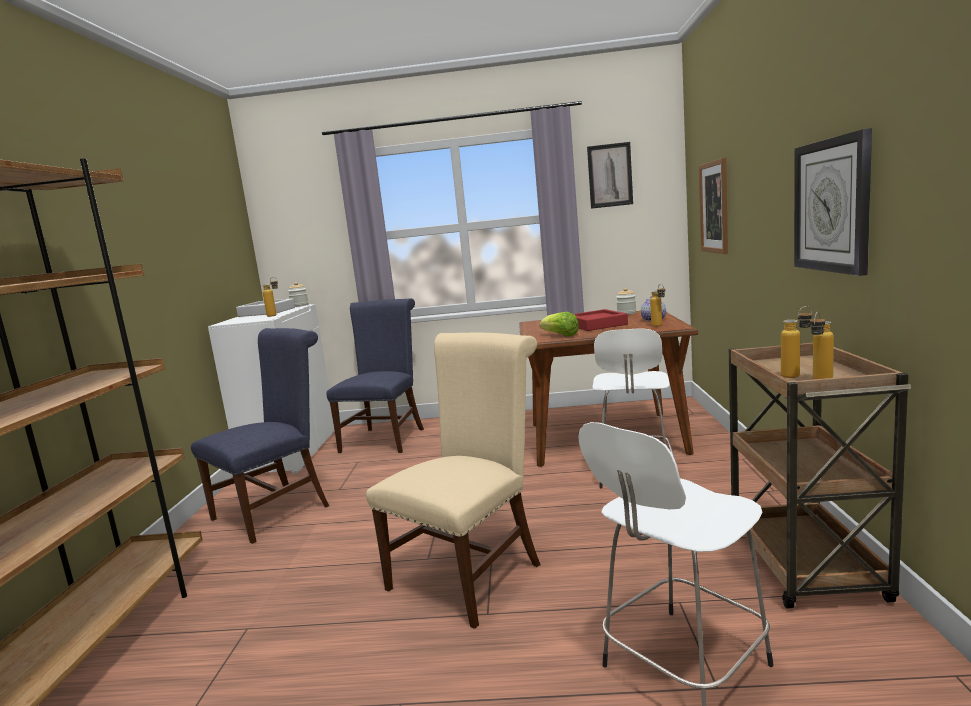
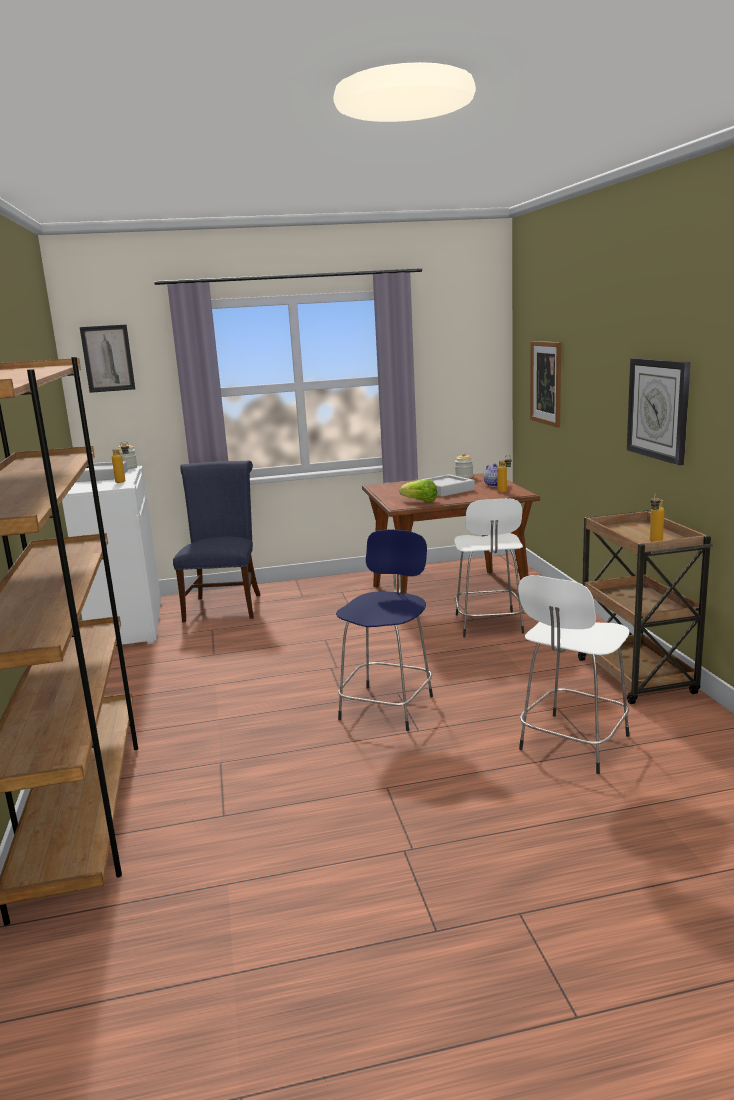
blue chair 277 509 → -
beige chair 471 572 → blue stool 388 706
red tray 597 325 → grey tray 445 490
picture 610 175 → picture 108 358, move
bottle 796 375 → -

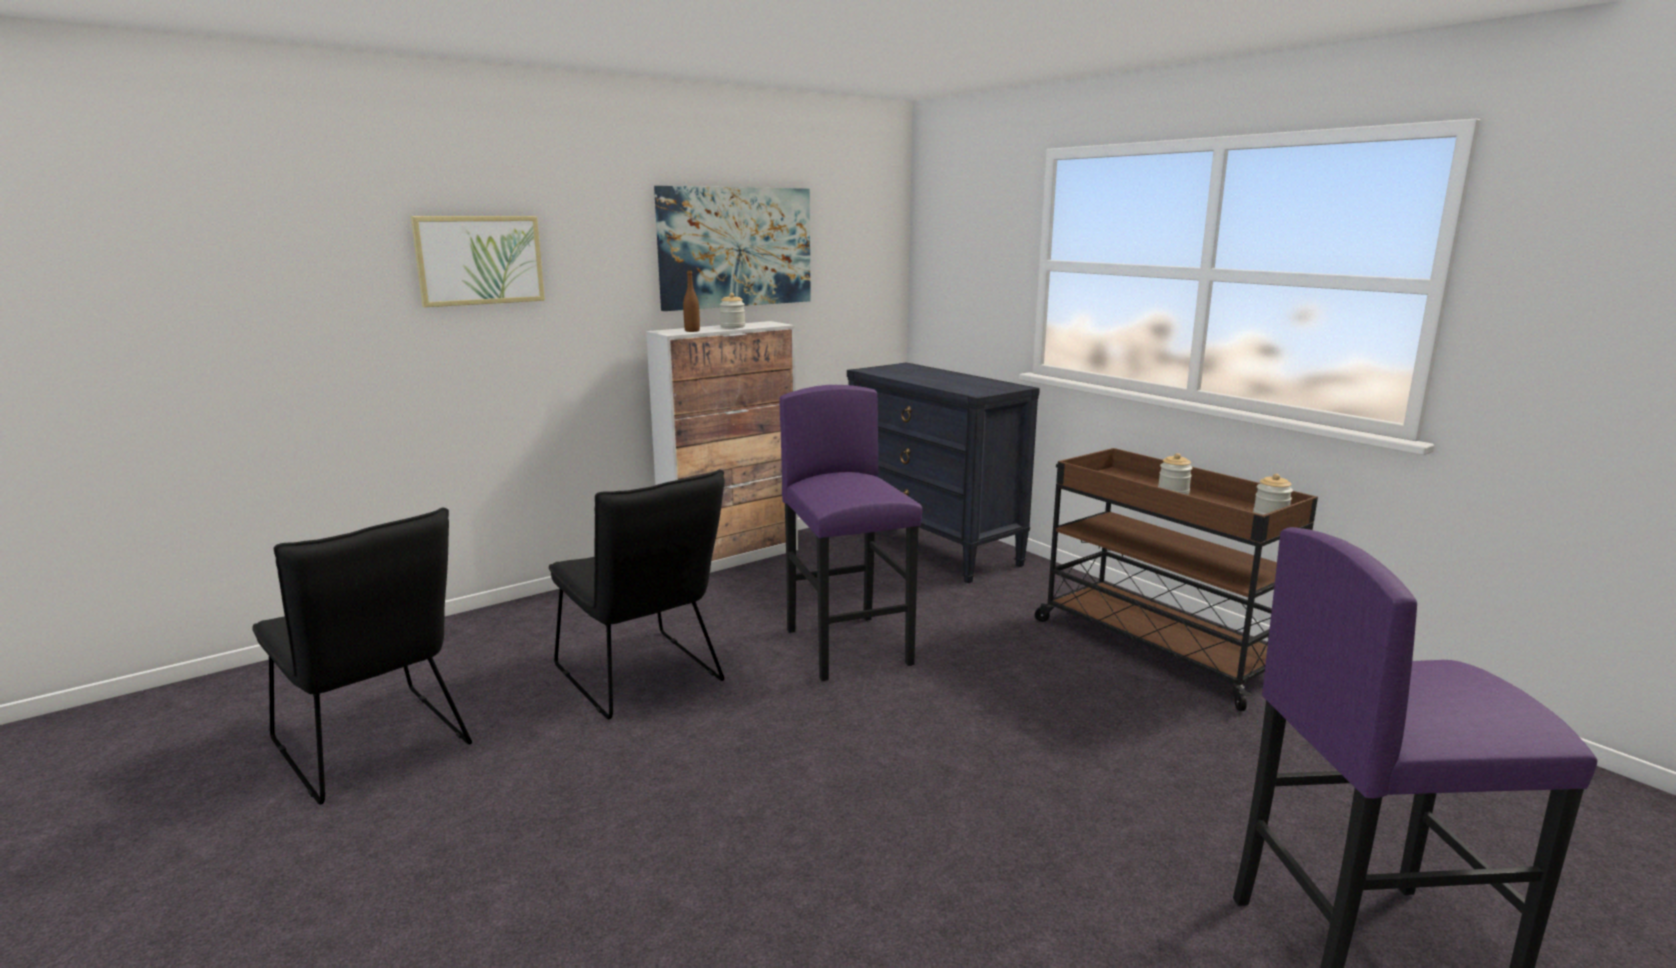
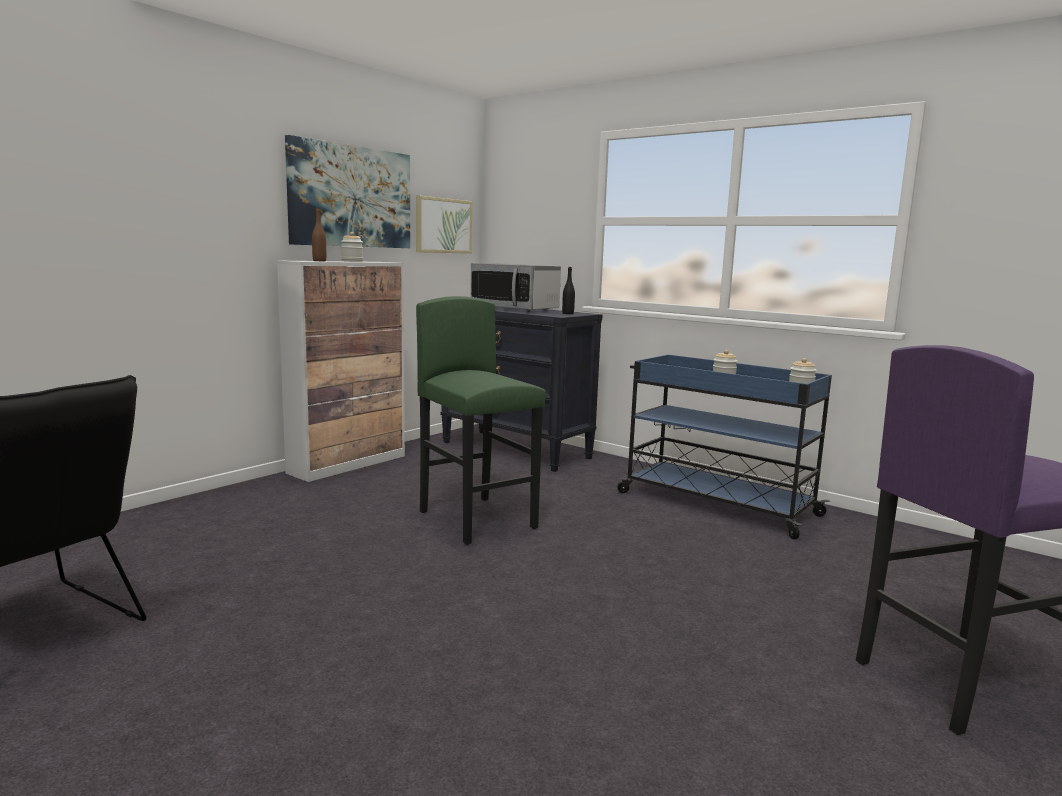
picture 479 260 → picture 443 225, move
black chair 643 678 → -
purple stool 848 647 → green stool 477 519
brown cart 1156 646 → blue cart 714 503
- → microwave 515 309
- → black bottle 568 313

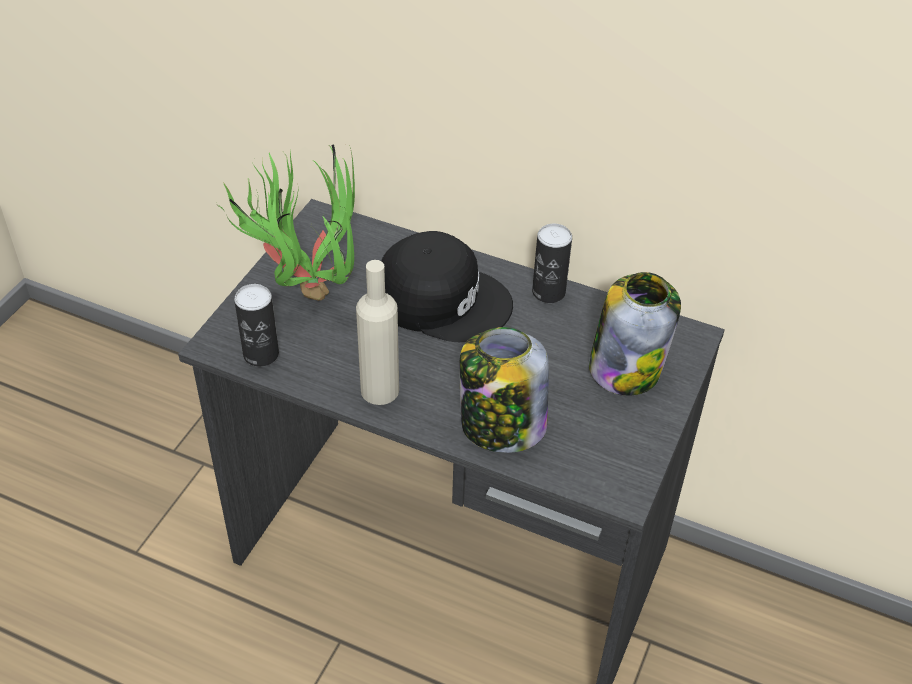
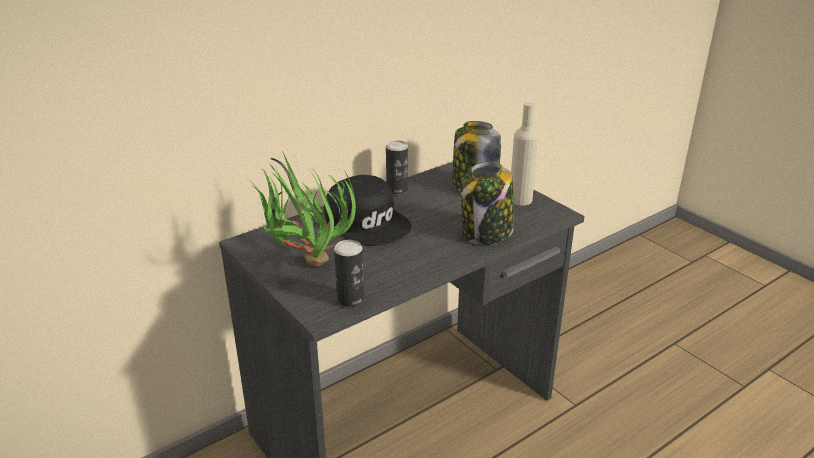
beige bottle 379 390 → beige bottle 520 199, move
black cap 442 298 → black cap 368 222, 90 degrees clockwise

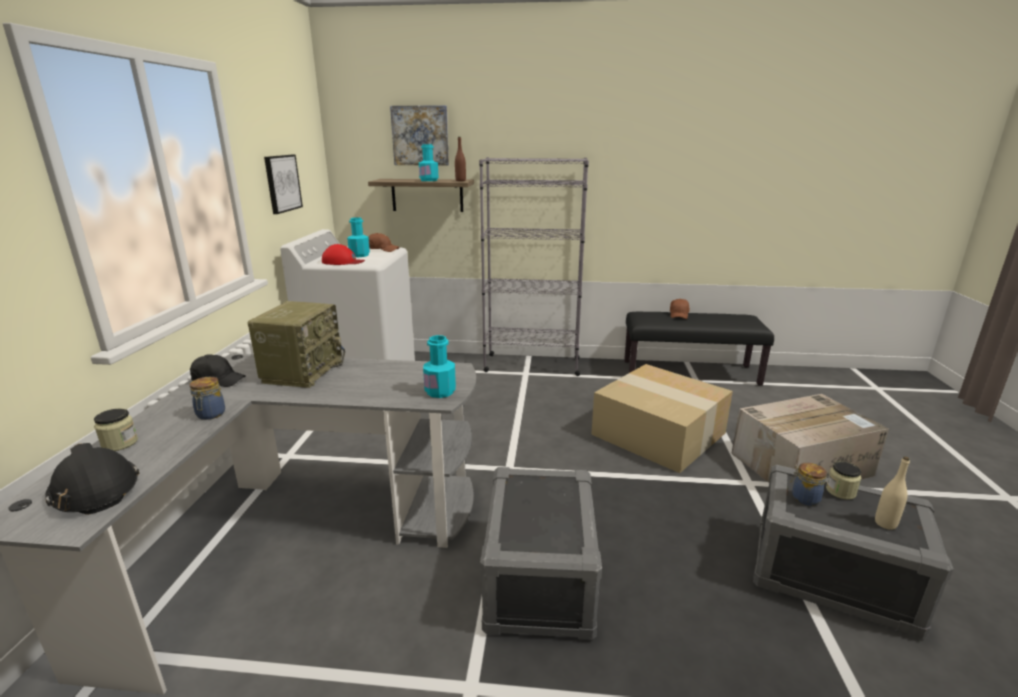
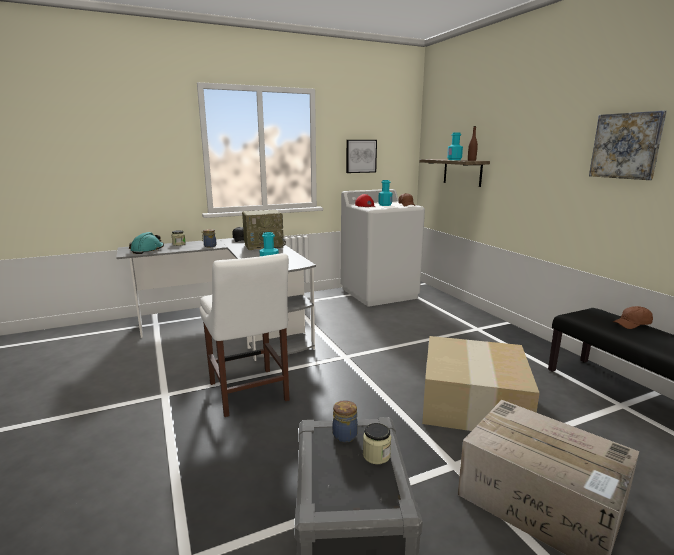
black hard hat 95 490 → turquoise hard hat 148 250
picture 420 135 → picture 626 146, move
grey bookcase 531 365 → -
grey storage box 540 579 → white chair 249 393
beige bottle 885 523 → -

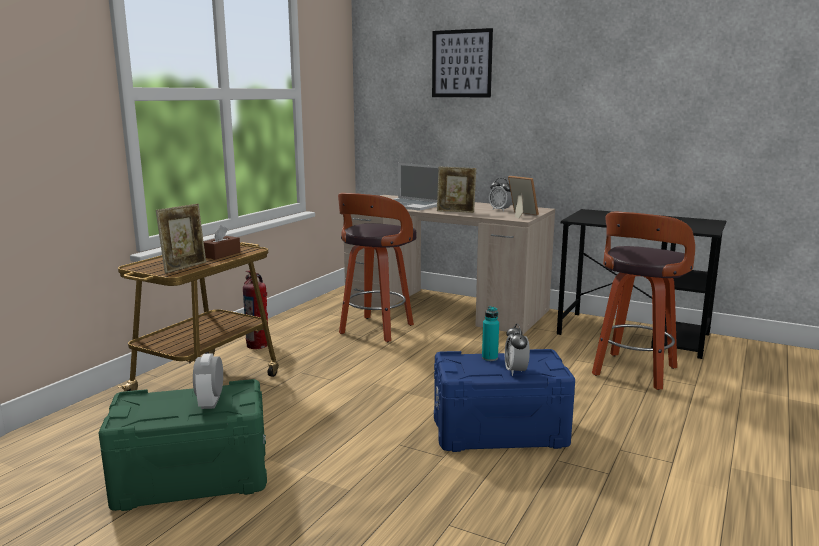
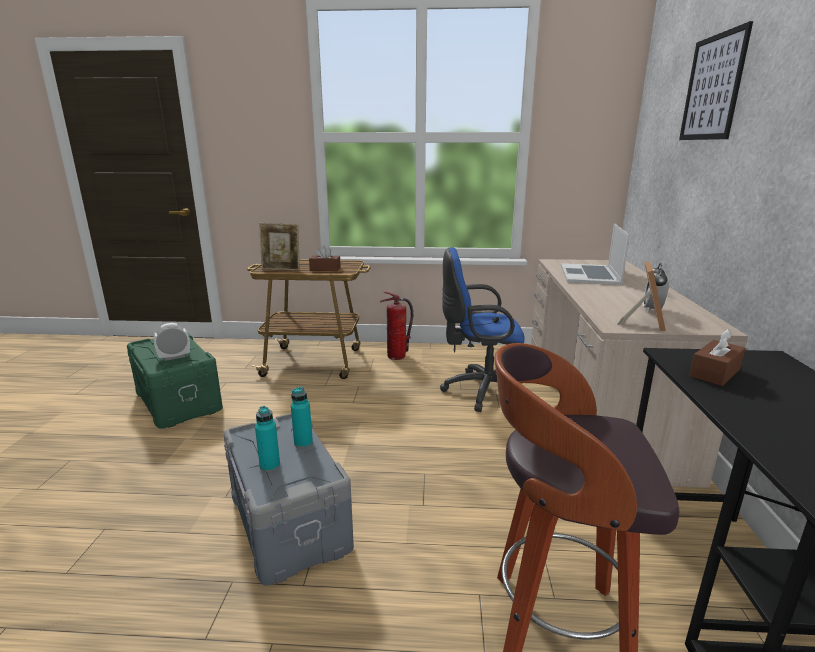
stool 376 330 → blue office chair 481 391
blue storage box 499 432 → grey storage box 287 522
picture frame 456 211 → -
alarm clock 516 371 → turquoise bottle 270 466
- → brown tissue box 714 373

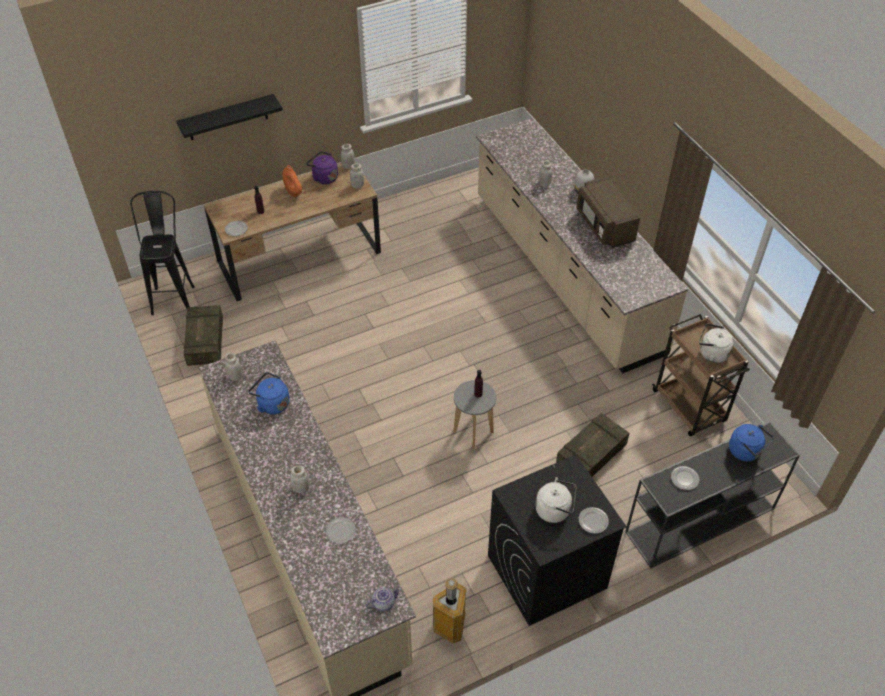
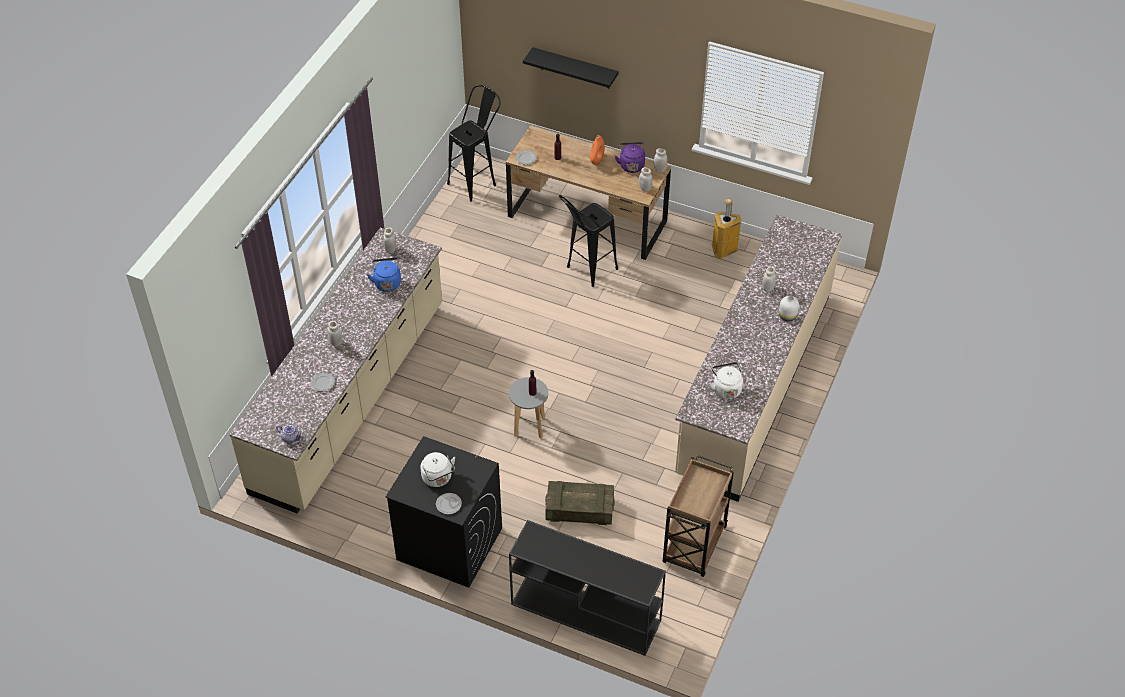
crate 205 342 → -
trash can 451 626 → trash can 724 250, move
brown microwave 604 225 → -
plate 684 479 → -
white kettle 711 353 → white kettle 726 389, move
blue kettle 746 451 → -
- → black stool 586 272

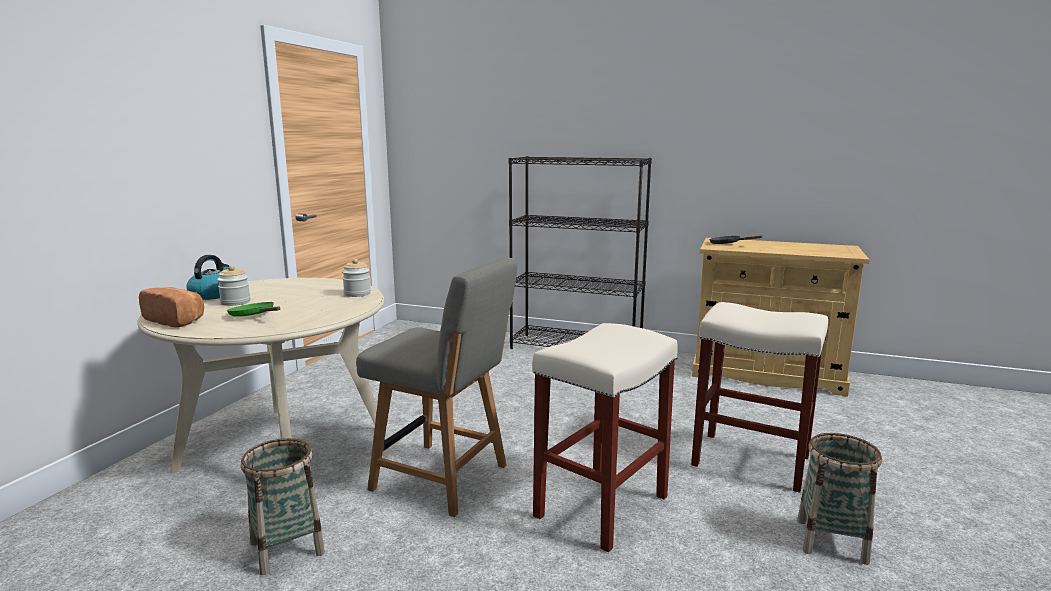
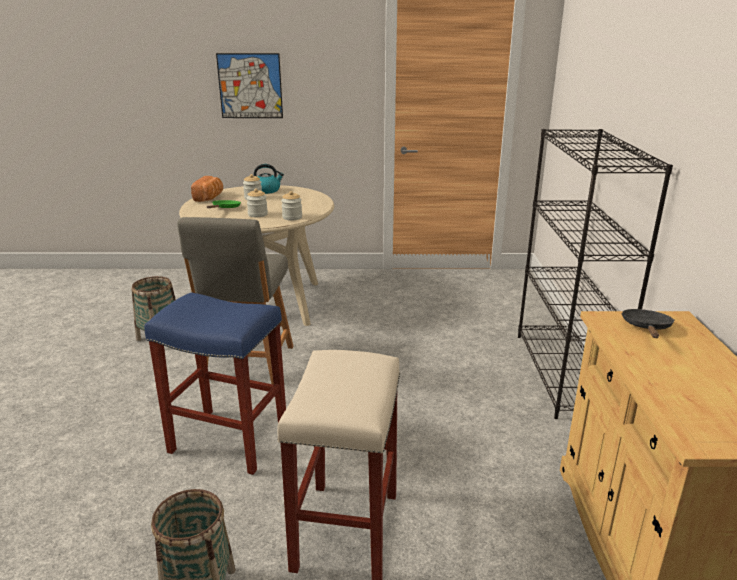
beige stool 601 507 → blue stool 227 441
- → picture 250 86
- → jar 257 214

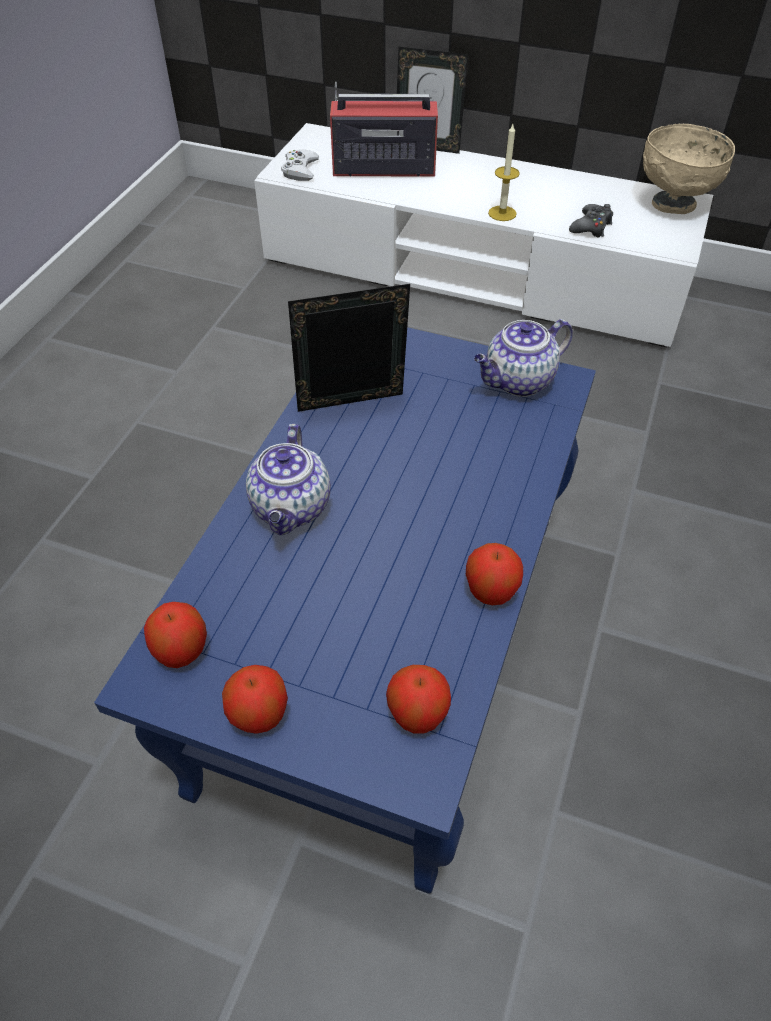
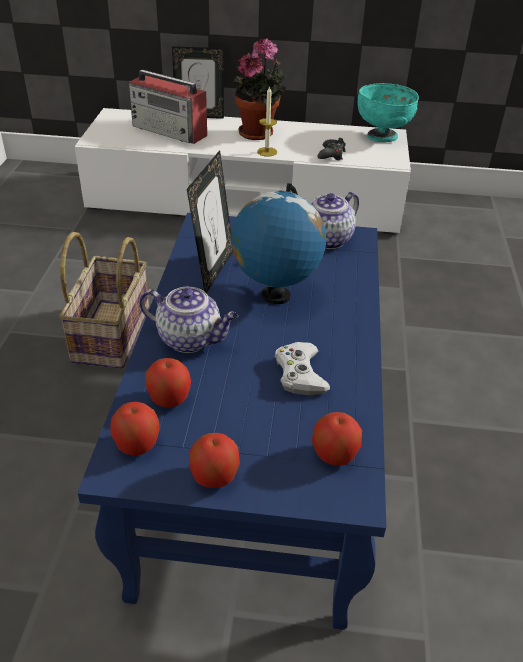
teapot 292 509 → teapot 191 339, 60 degrees counterclockwise
white game controller 300 170 → white game controller 300 374, move
picture frame 352 408 → picture frame 213 270, 135 degrees clockwise
radio 382 168 → radio 170 131, 135 degrees counterclockwise
apple 491 590 → apple 169 399, move
beige bowl 674 205 → turquoise bowl 382 137
- → basket 110 333
- → globe 275 295
- → potted plant 259 133

